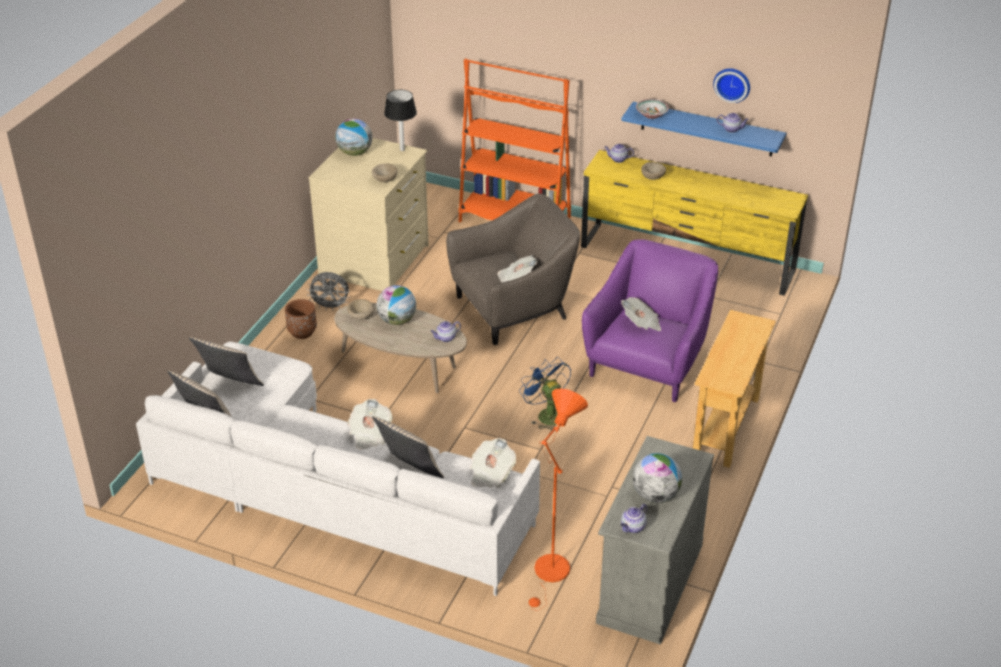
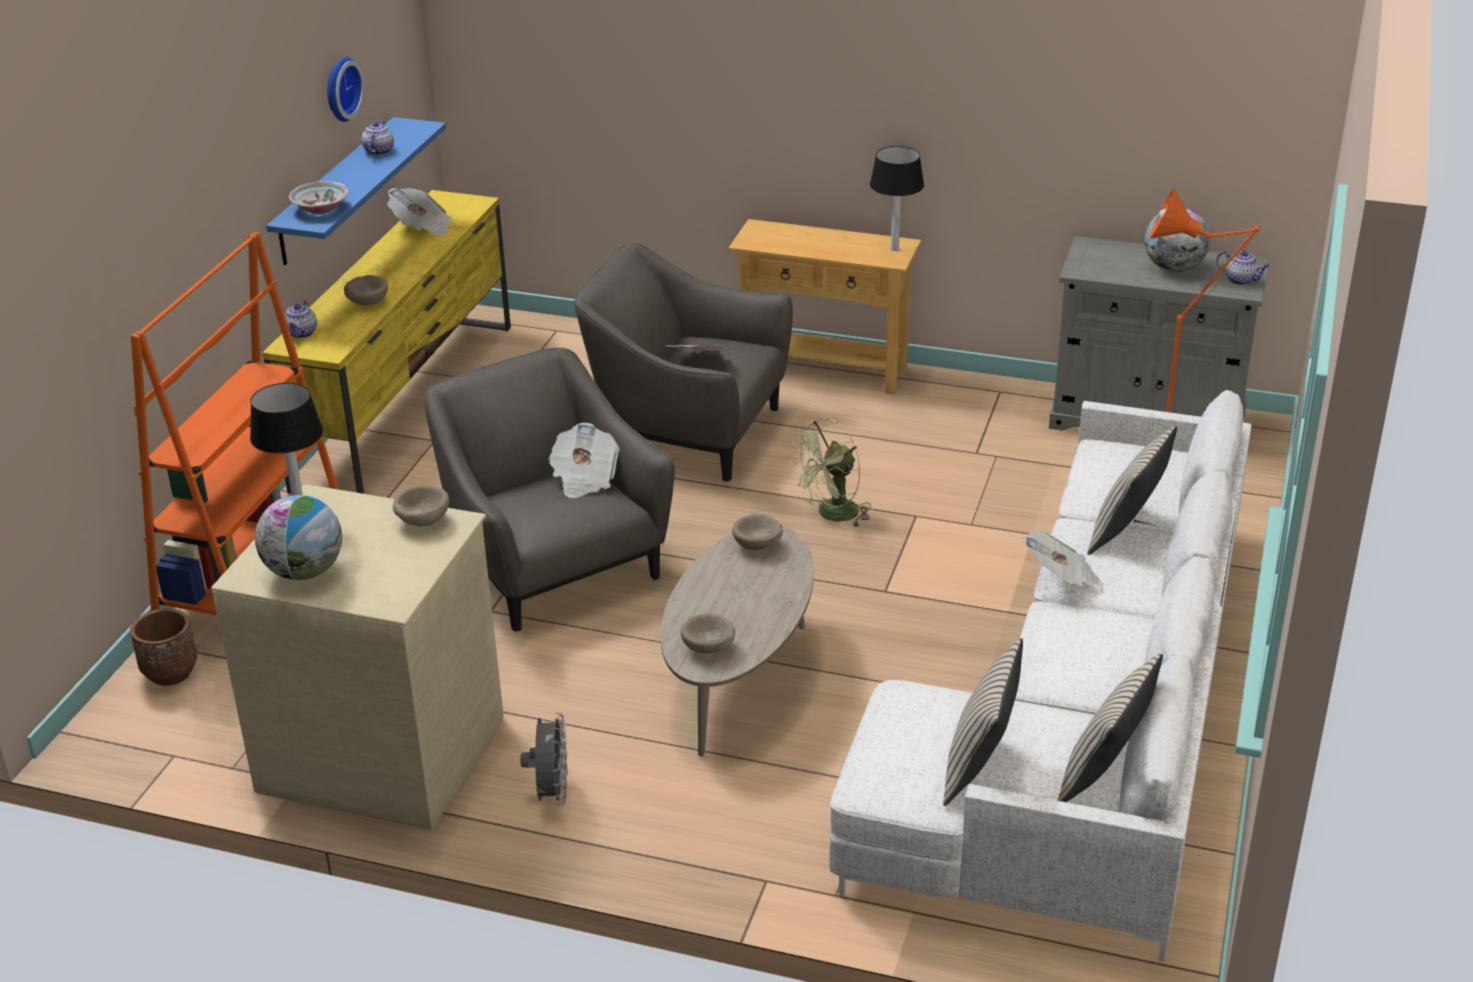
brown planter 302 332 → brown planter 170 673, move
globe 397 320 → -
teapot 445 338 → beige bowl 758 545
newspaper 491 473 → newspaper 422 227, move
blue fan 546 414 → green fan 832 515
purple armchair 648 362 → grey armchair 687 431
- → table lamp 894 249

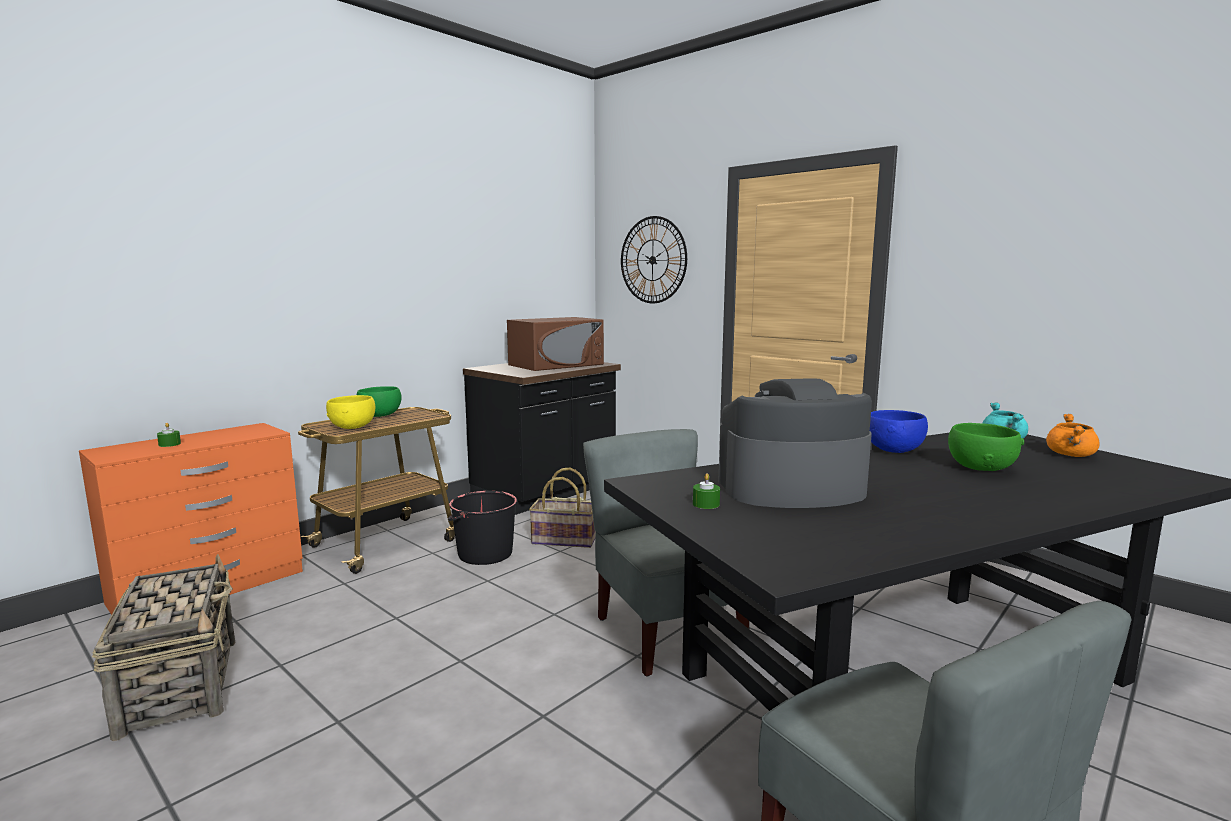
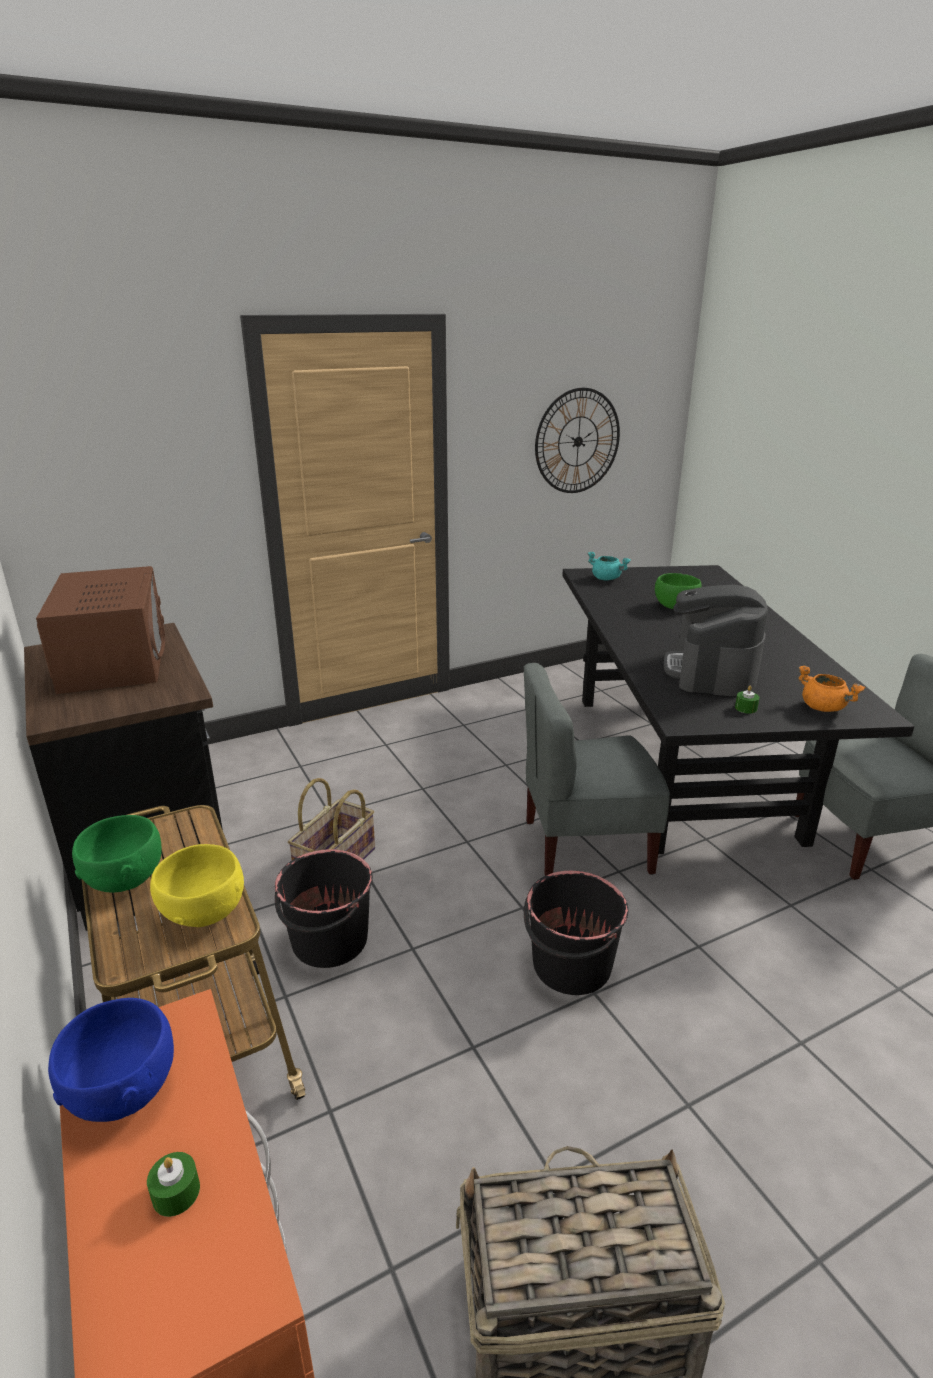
wall clock 652 260 → wall clock 578 441, move
blue bowl 894 450 → blue bowl 124 1088, move
orange cooking pot 1071 455 → orange cooking pot 824 708, move
- → black bucket 570 966

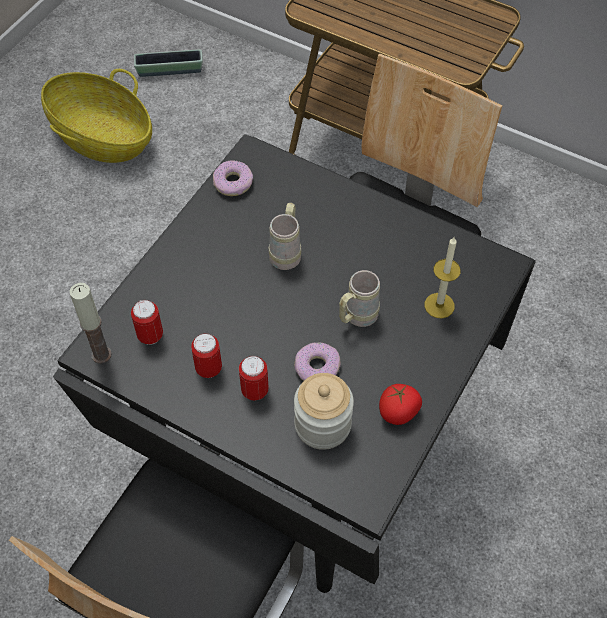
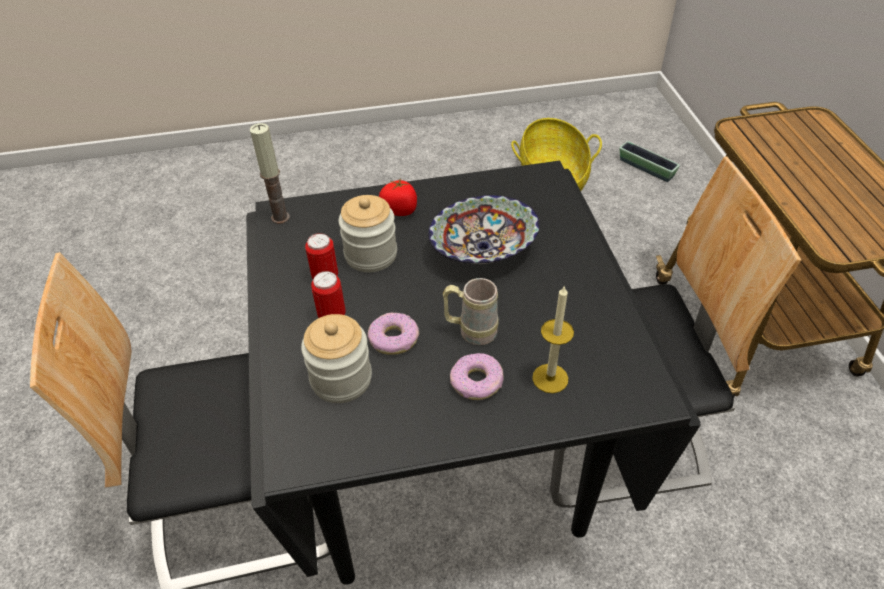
can 150 335 → -
donut 233 183 → donut 477 382, move
beige mug 287 252 → bowl 482 250
tomato 399 412 → tomato 400 210, move
- → jar 371 255

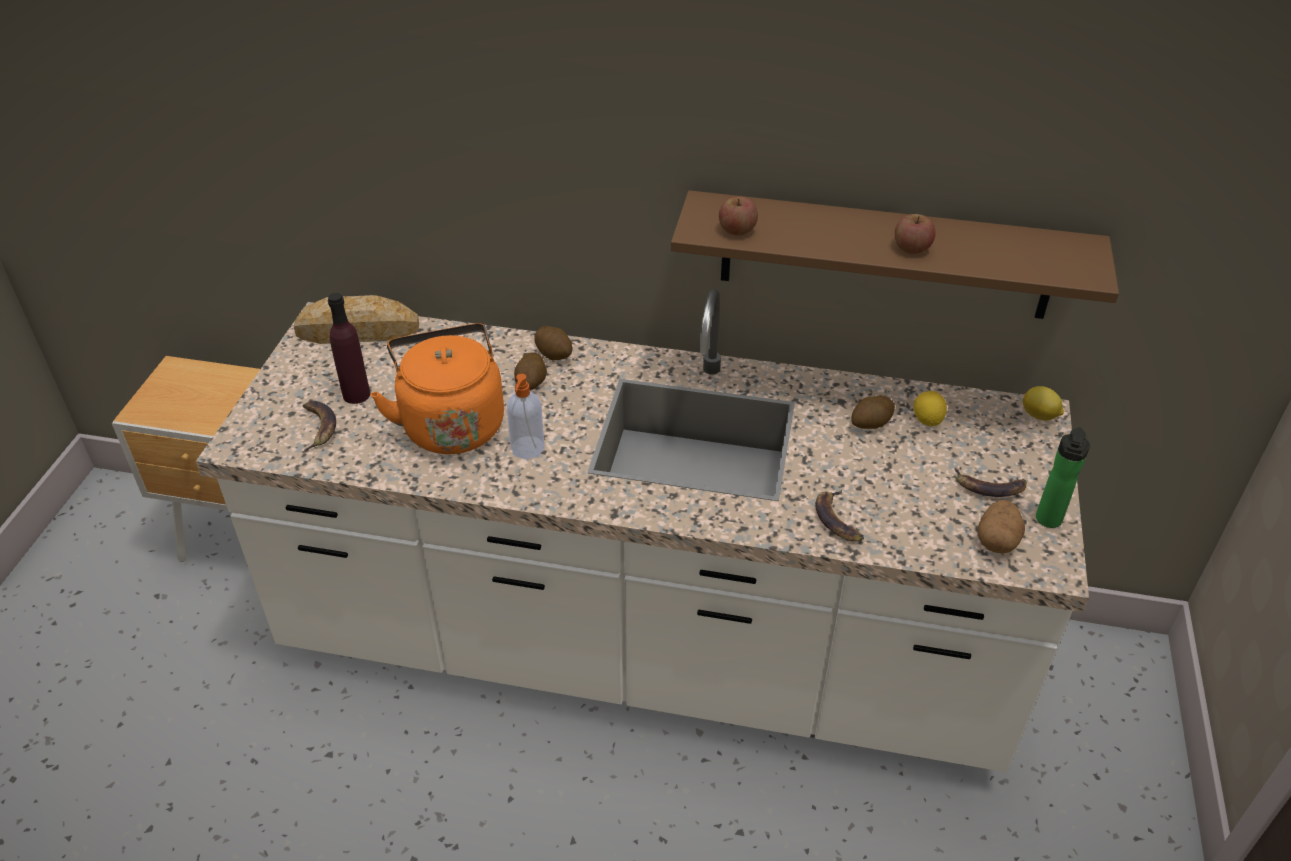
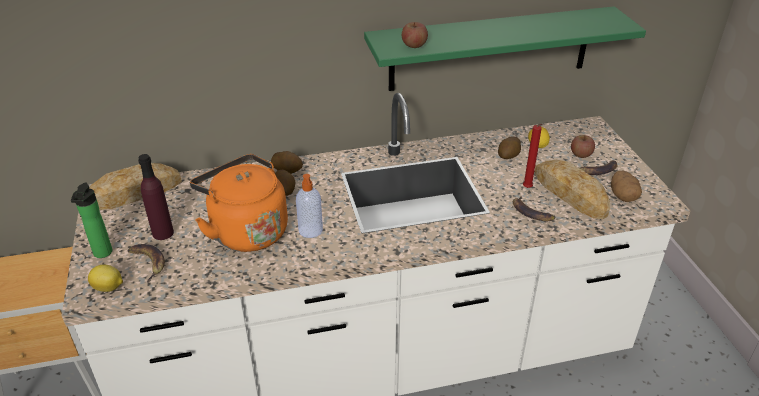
brown shelf 886 255 → green shelf 490 49
apple 912 248 → apple 581 154, move
lemon 1039 416 → lemon 109 288, move
bottle 1048 521 → bottle 102 254, move
- → red candle 527 189
- → bread 570 193

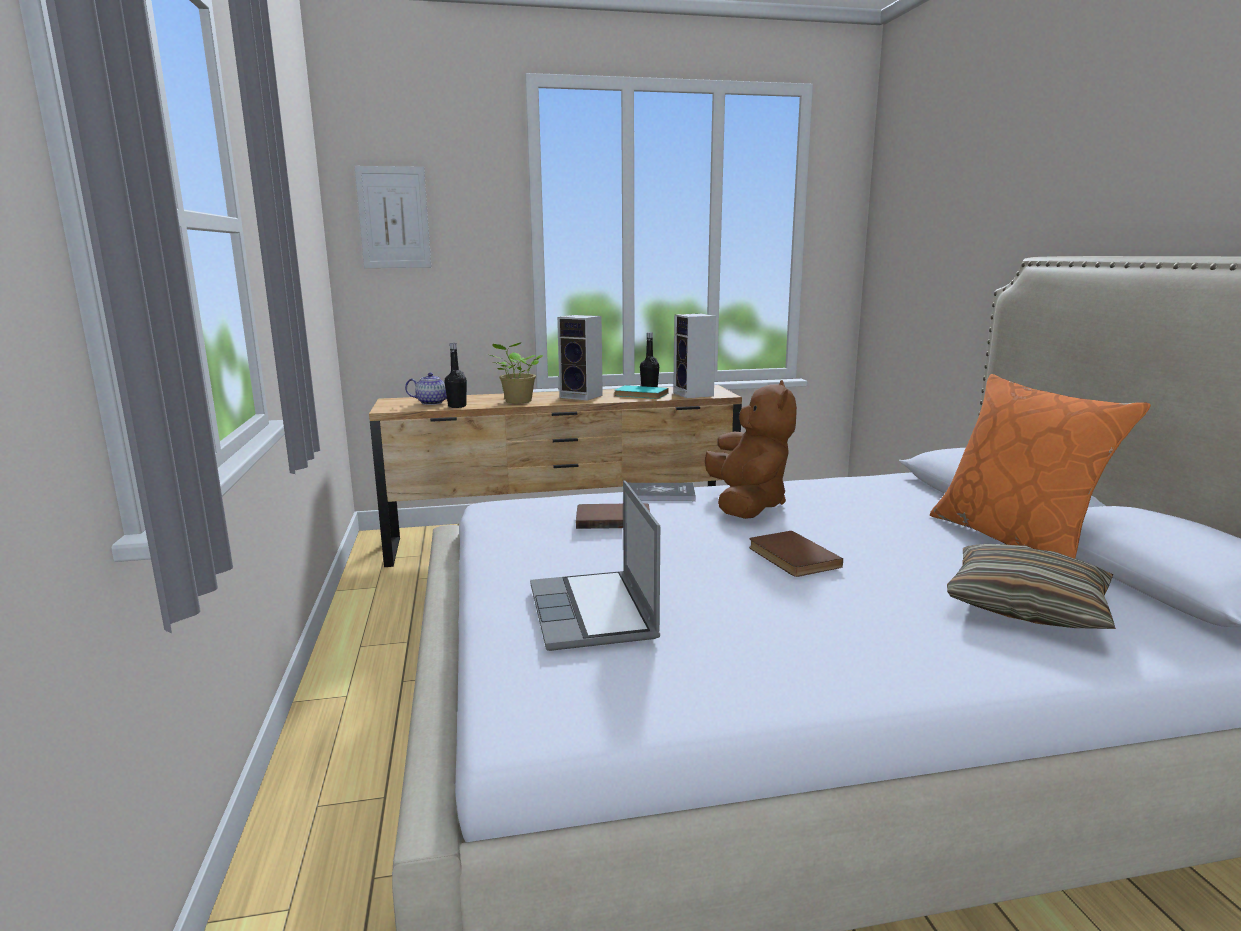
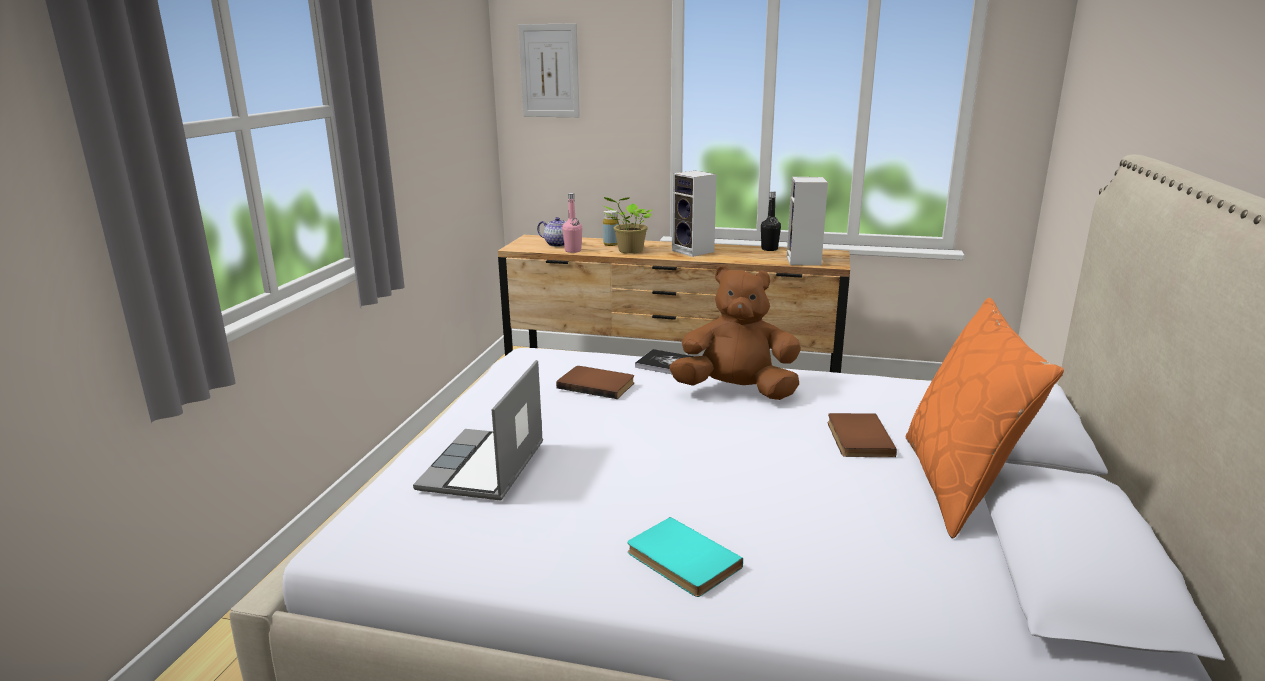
black bottle 457 406 → pink bottle 573 251
turquoise book 640 395 → turquoise book 680 561, move
brown plush toy 747 505 → brown plush toy 736 391, 105 degrees counterclockwise
brown book 790 557 → brown book 856 438, move
pillow 1027 606 → -
- → yellow bottle 611 244

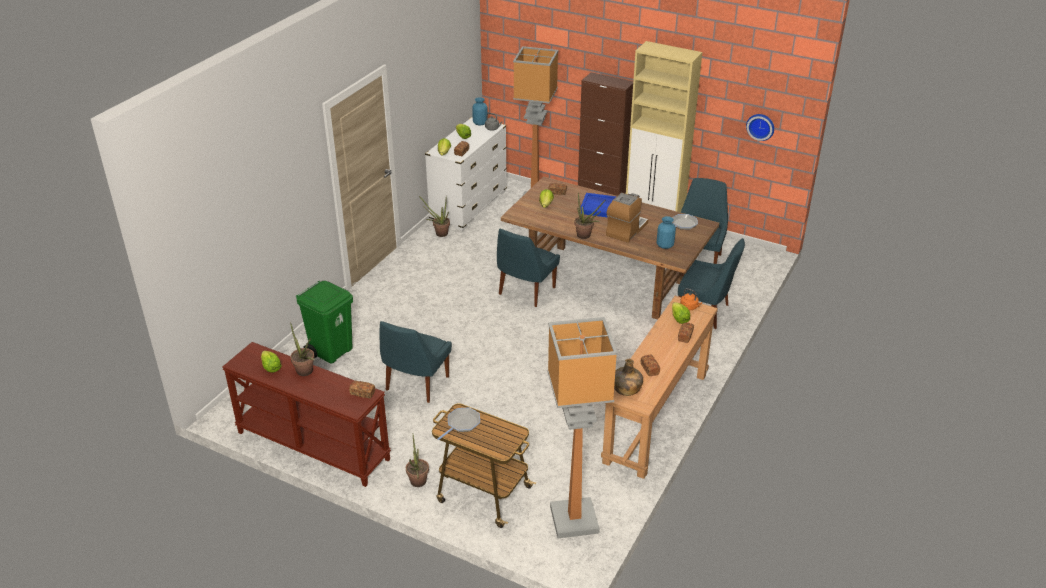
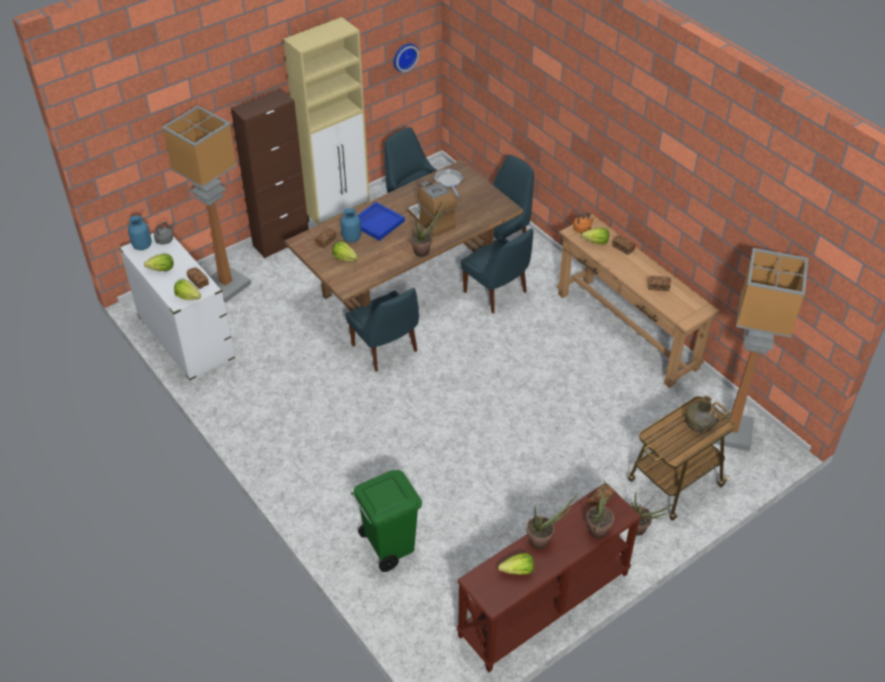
blue chair 416 385 → blue chair 497 293, move
potted plant 439 233 → potted plant 596 534, move
frying pan 462 424 → -
green bottle 626 388 → green bottle 700 424, move
blue vase 665 245 → blue vase 351 238, move

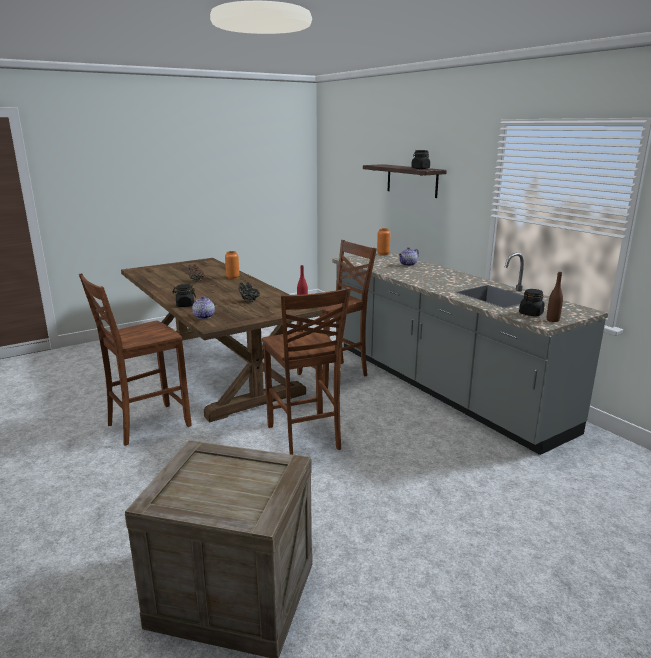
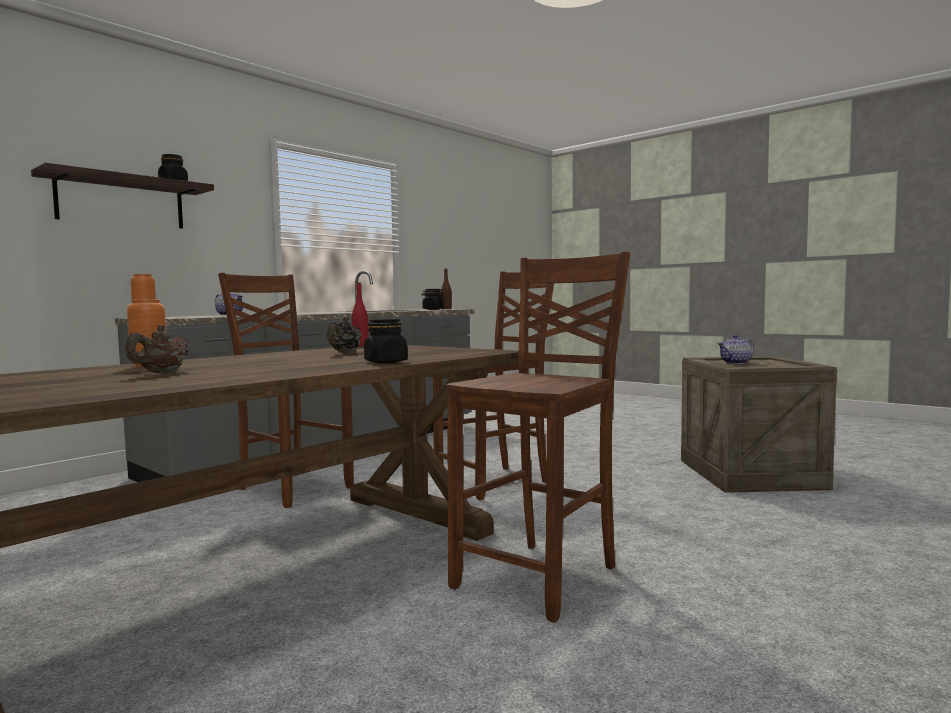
brown chair 146 425 → brown chair 541 577, 90 degrees counterclockwise
teapot 203 316 → teapot 735 363, move

